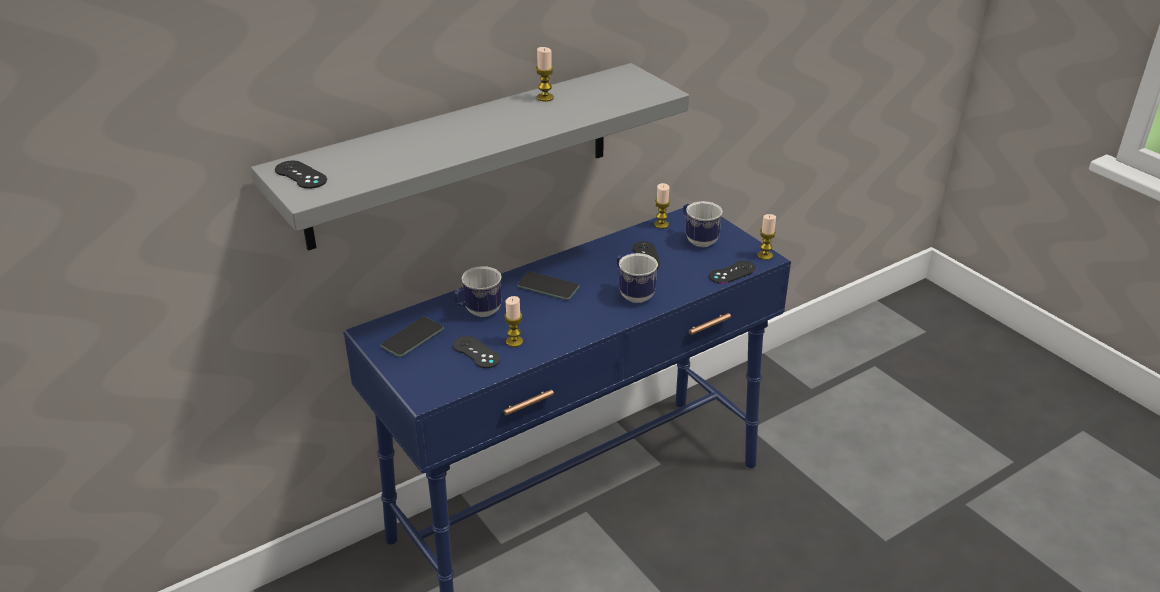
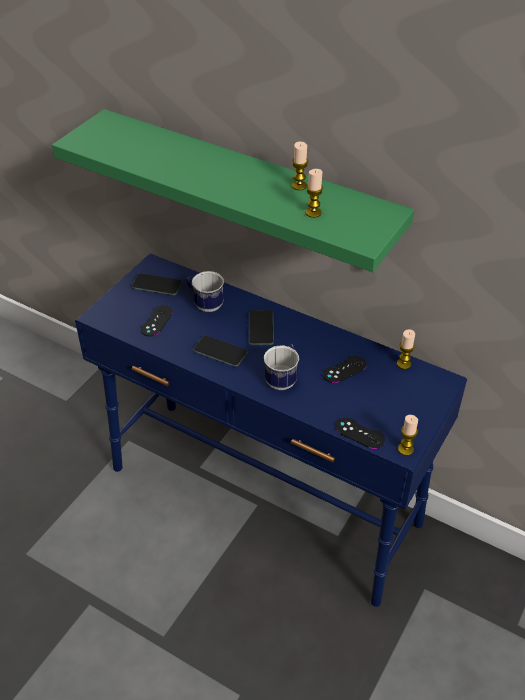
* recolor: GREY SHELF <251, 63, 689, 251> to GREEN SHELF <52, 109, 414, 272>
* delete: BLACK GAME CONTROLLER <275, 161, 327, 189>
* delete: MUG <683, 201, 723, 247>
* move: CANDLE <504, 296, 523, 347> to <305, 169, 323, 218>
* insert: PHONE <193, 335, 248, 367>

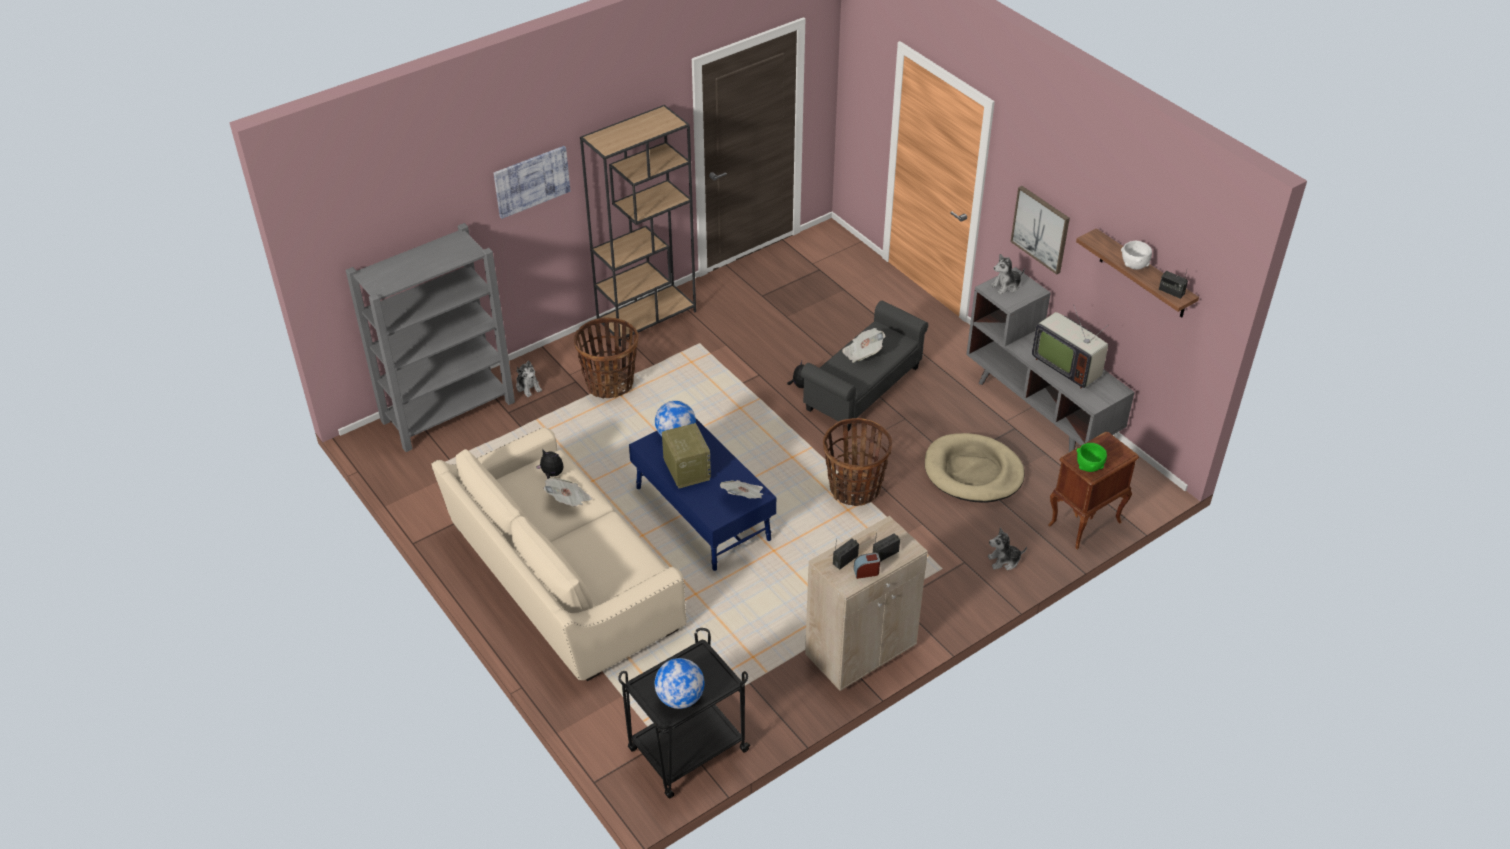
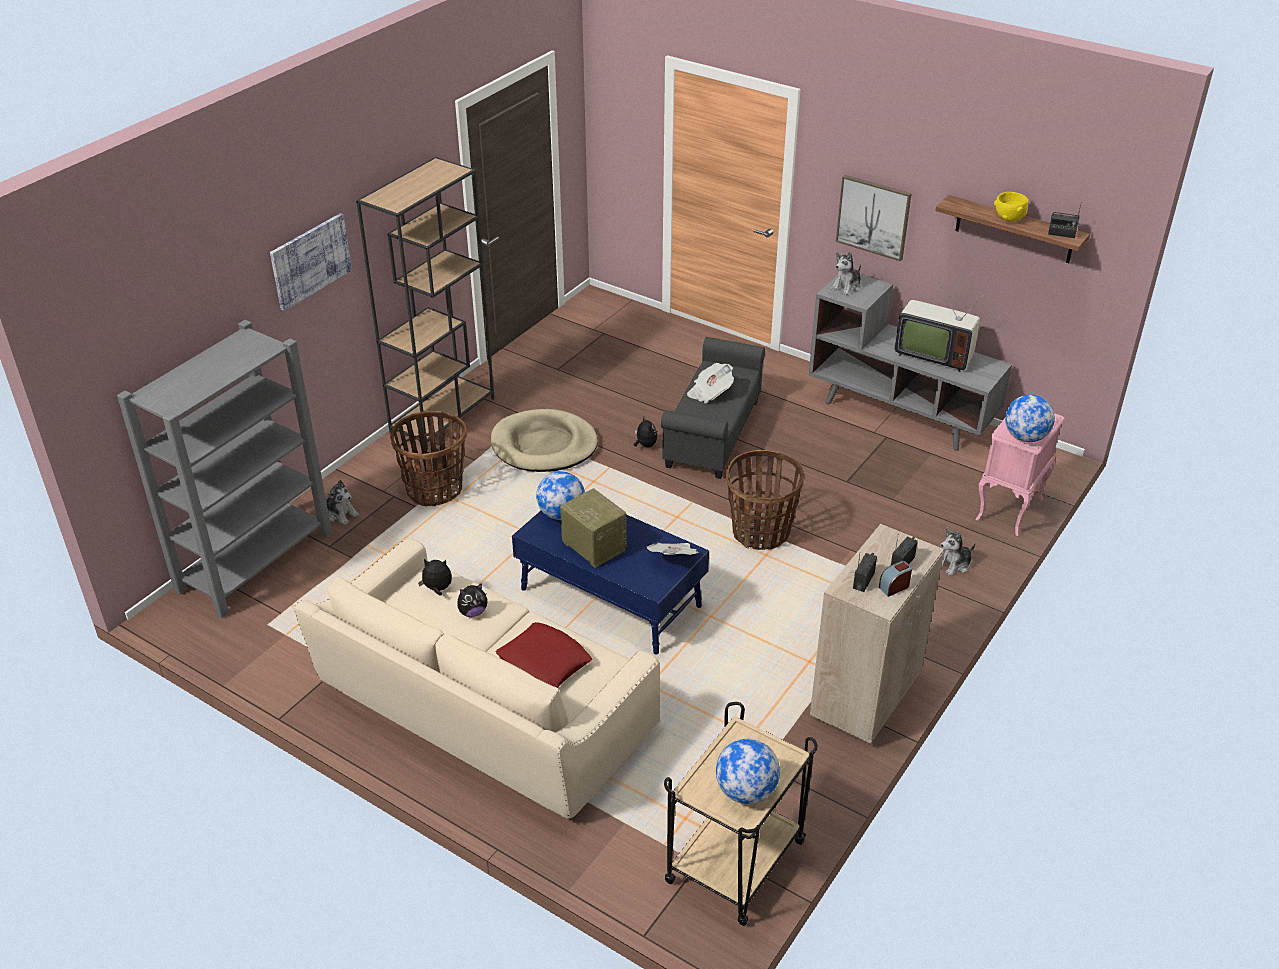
* recolor: WHITE BOWL <1121, 241, 1152, 270> to YELLOW BOWL <994, 192, 1028, 222>
* recolor: BROWN NIGHTSTAND <1048, 432, 1139, 550> to PINK NIGHTSTAND <975, 413, 1065, 536>
* move: BEIGE DOG BED <925, 433, 1024, 503> to <491, 409, 598, 472>
* replace: GREEN BOWL <1077, 443, 1107, 472> to GLOBE <1005, 395, 1055, 442>
* replace: NEWSPAPER <543, 477, 592, 507> to PLUSH TOY <457, 583, 487, 617>
* recolor: BLACK CART <618, 628, 751, 798> to BEIGE CART <664, 702, 818, 926>
* insert: RED PILLOW <496, 622, 592, 688>

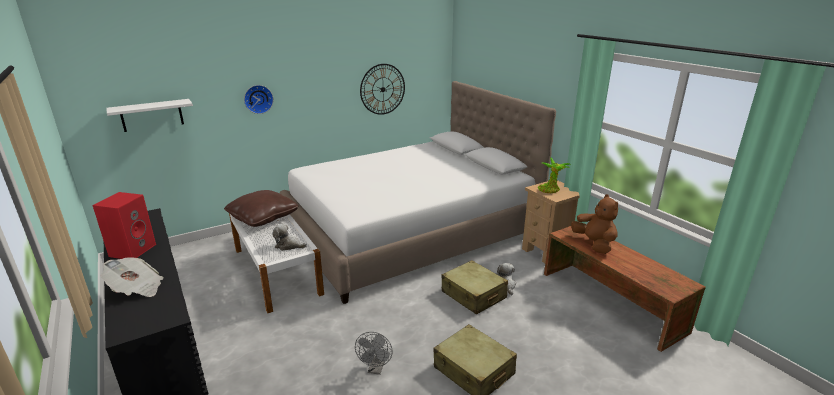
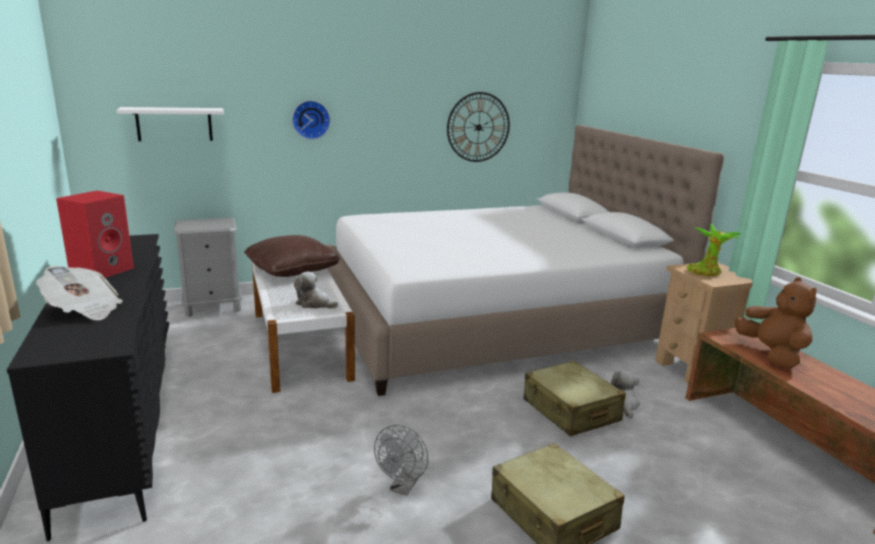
* insert: GREY NIGHTSTAND <174, 217, 242, 317>

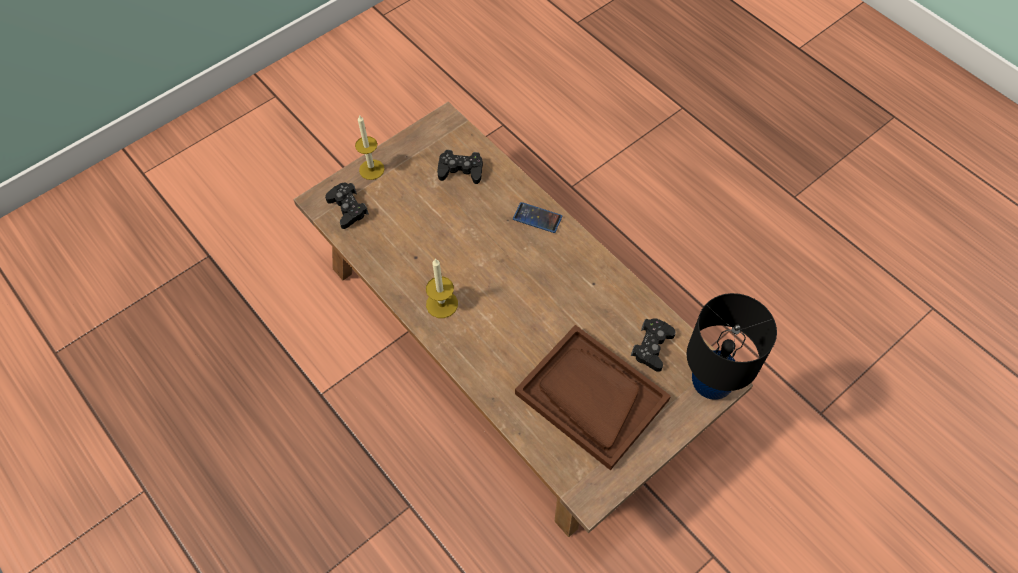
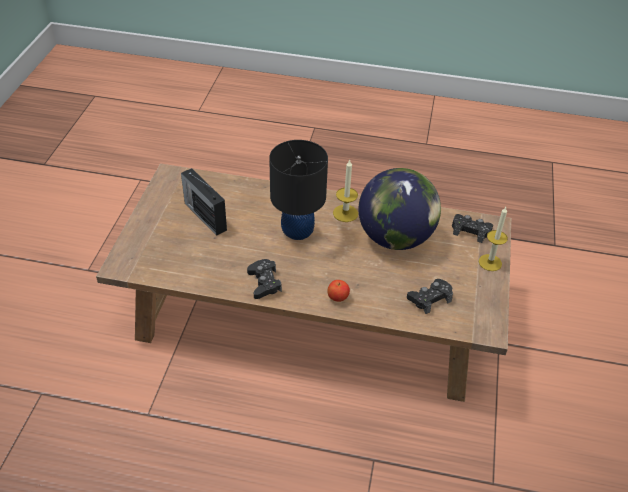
* replace: PHONE <513, 202, 563, 233> to APPLE <328, 280, 350, 302>
* move: BLACK TABLE LAMP <687, 293, 777, 400> to <269, 140, 328, 240>
* move: BLACK GAME CONTROLLER <631, 318, 676, 372> to <247, 259, 282, 299>
* replace: BROWN TRAY <515, 325, 671, 470> to RADIO <181, 168, 227, 236>
* insert: GLOBE <359, 168, 441, 250>

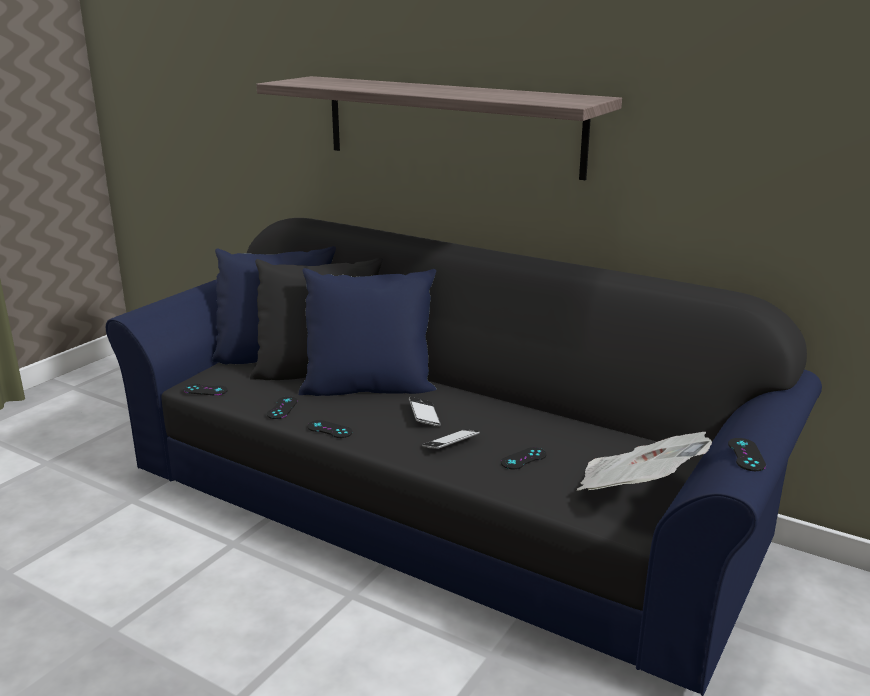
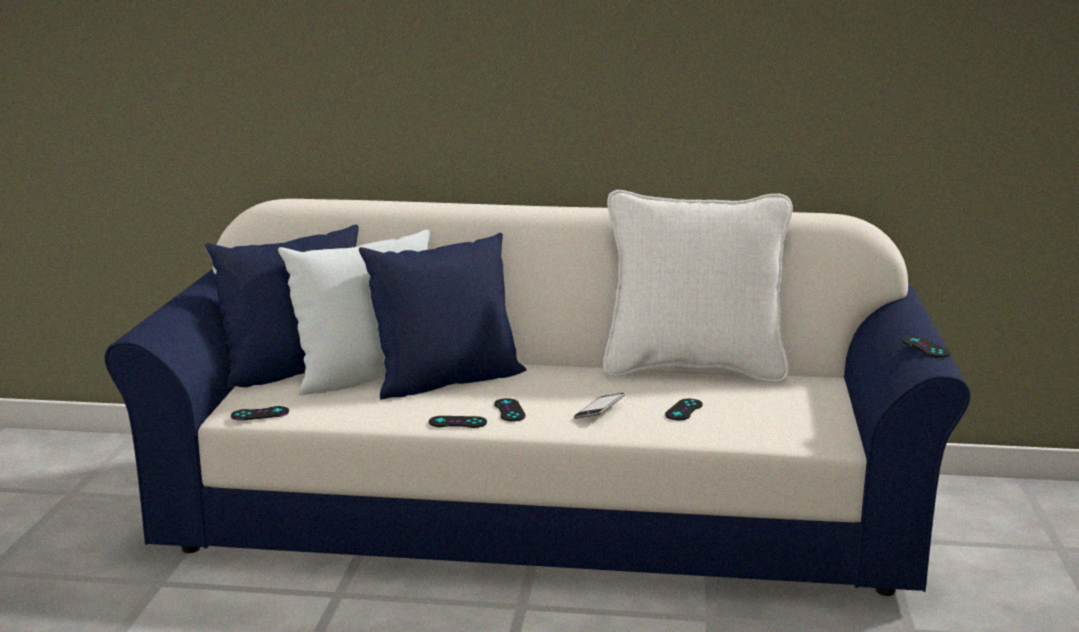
* delete: SHELF <256, 76, 622, 180>
* recolor: BLACK SOFA <106, 218, 822, 696> to WHITE SOFA <104, 199, 971, 596>
* move: BLACK GAME CONTROLLER <267, 396, 298, 419> to <494, 398, 526, 421>
* delete: PHONE <409, 397, 441, 427>
* delete: NEWSPAPER <576, 432, 712, 491>
* insert: WHITE PILLOW <603, 190, 793, 383>

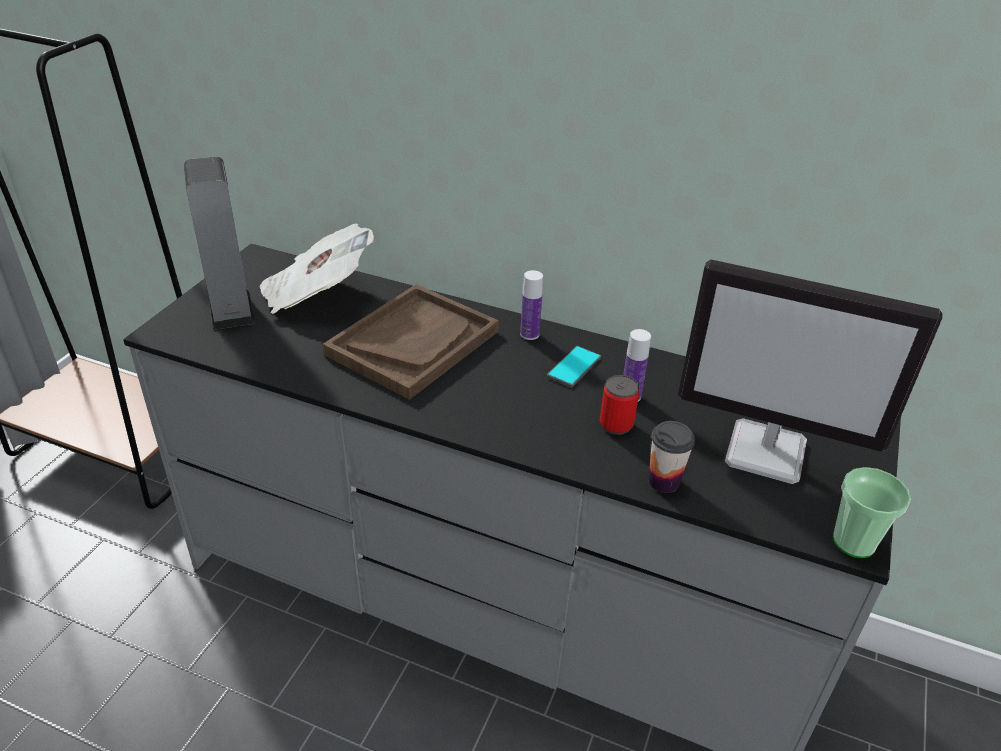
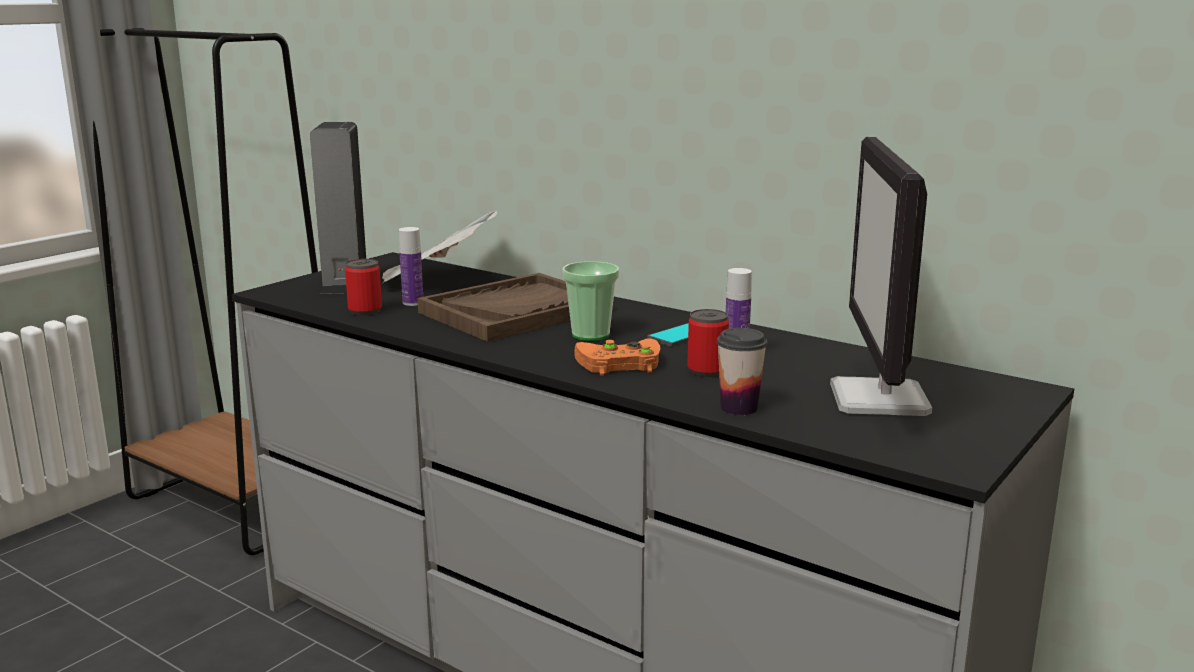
* rotate: MONITOR <678, 260, 942, 484> = <830, 137, 932, 416> 60 degrees clockwise
* move: BOTTLE <520, 270, 543, 340> to <399, 227, 423, 306>
* move: CUP <833, 467, 911, 558> to <562, 261, 619, 341>
* insert: CAN <345, 259, 382, 315>
* insert: ORANGE GAME CONTROLLER <575, 338, 660, 376>

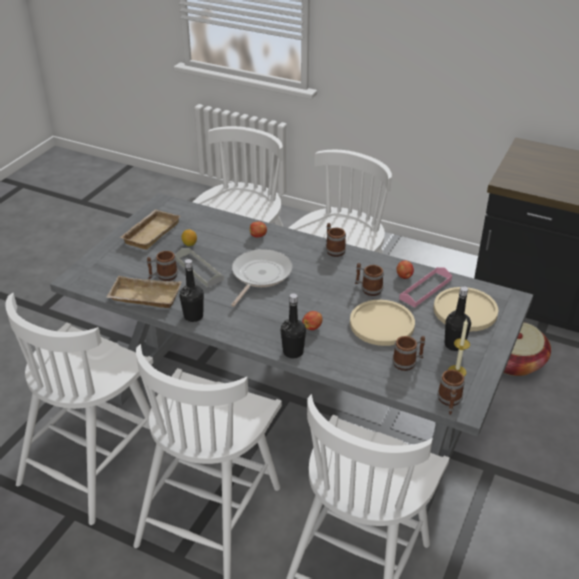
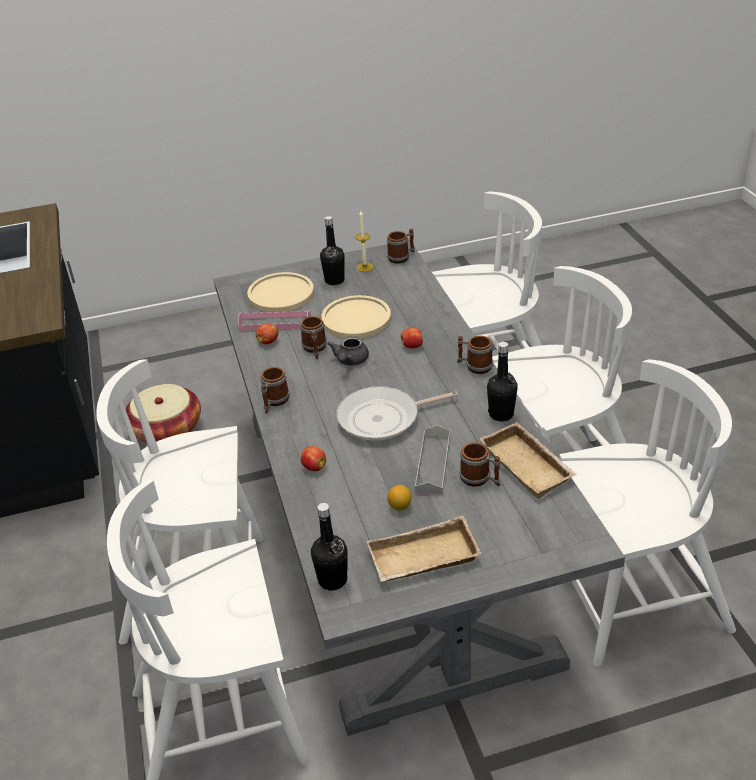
* move: BLACK BOTTLE <281, 293, 306, 359> to <311, 503, 347, 591>
* move: MUG <392, 336, 425, 371> to <457, 336, 493, 374>
* insert: GREY TEAPOT <327, 336, 369, 365>

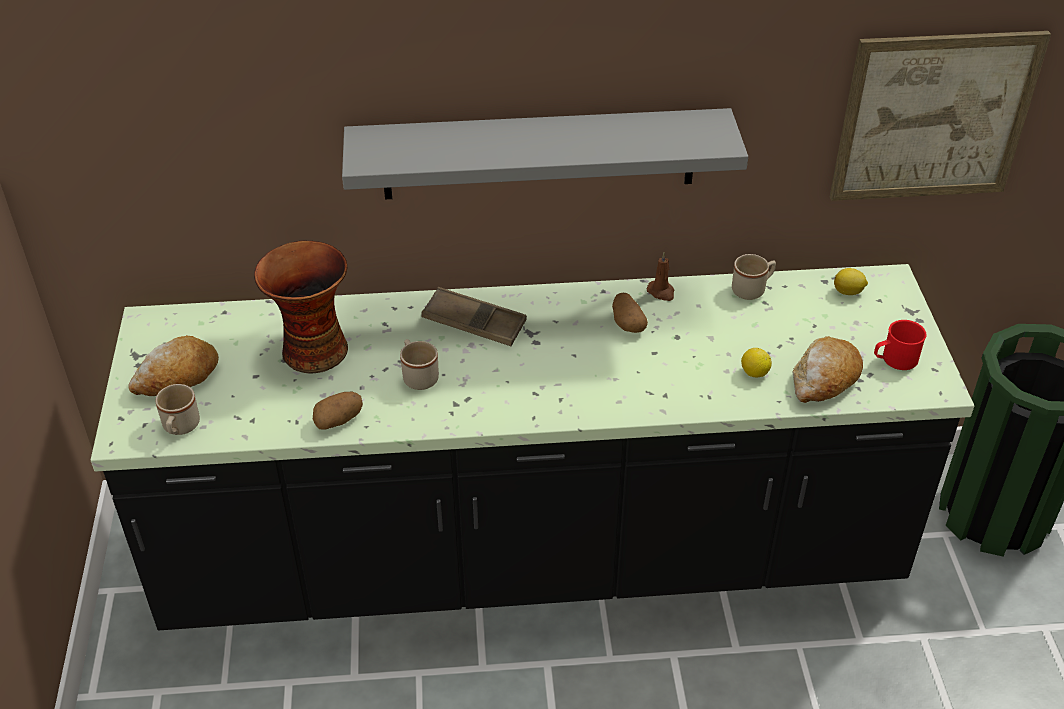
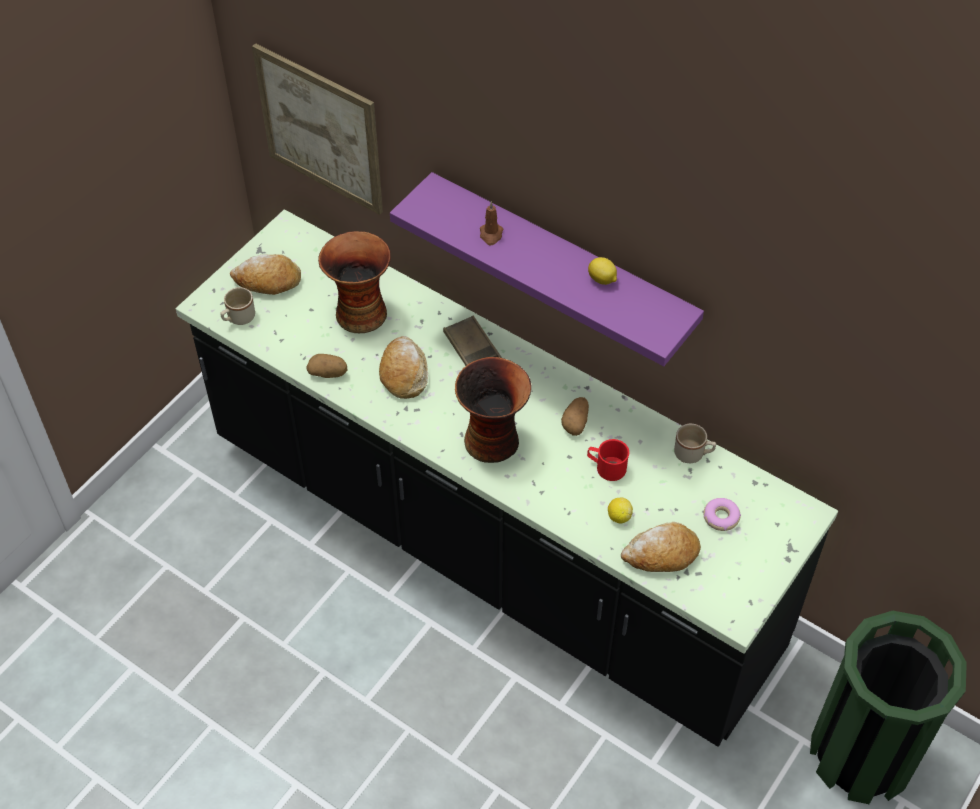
* move: PICTURE <830, 31, 1051, 201> to <252, 43, 383, 215>
* recolor: GREY SHELF <342, 108, 748, 199> to PURPLE SHELF <390, 172, 704, 366>
* move: BROWN CANDLE <646, 252, 674, 301> to <480, 201, 503, 245>
* move: LEMON <834, 268, 868, 295> to <588, 257, 617, 285>
* move: RED MUG <874, 320, 927, 370> to <587, 439, 629, 481>
* replace: BEIGE MUG <400, 339, 439, 390> to BREAD <379, 336, 428, 399>
* insert: VASE <455, 357, 532, 463>
* insert: DONUT <703, 498, 741, 531>

